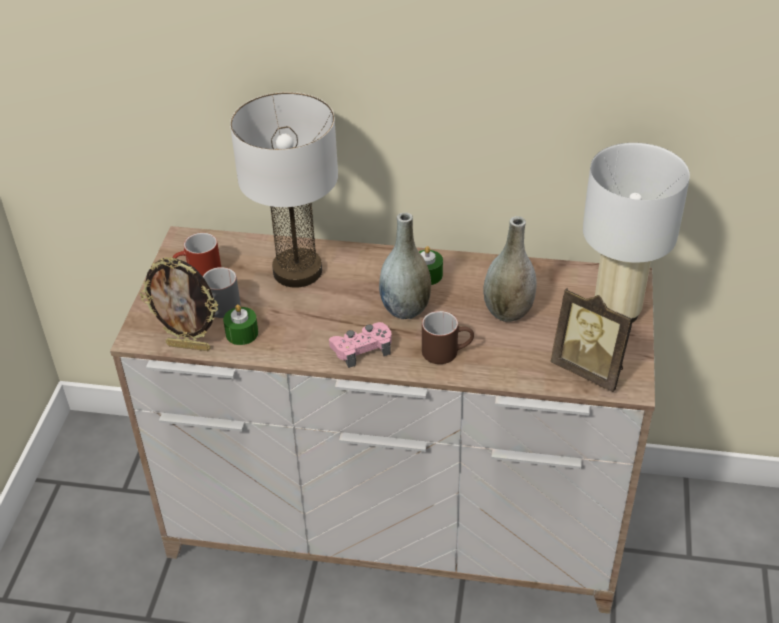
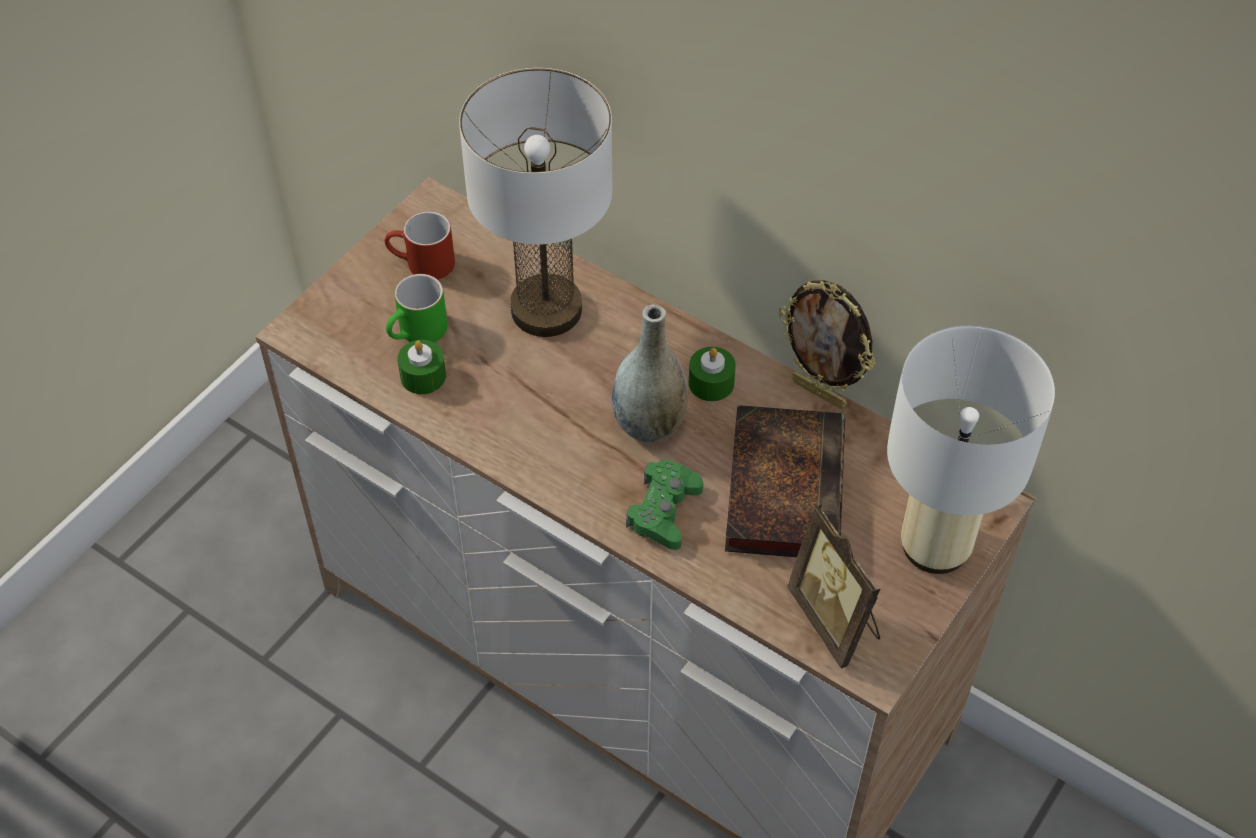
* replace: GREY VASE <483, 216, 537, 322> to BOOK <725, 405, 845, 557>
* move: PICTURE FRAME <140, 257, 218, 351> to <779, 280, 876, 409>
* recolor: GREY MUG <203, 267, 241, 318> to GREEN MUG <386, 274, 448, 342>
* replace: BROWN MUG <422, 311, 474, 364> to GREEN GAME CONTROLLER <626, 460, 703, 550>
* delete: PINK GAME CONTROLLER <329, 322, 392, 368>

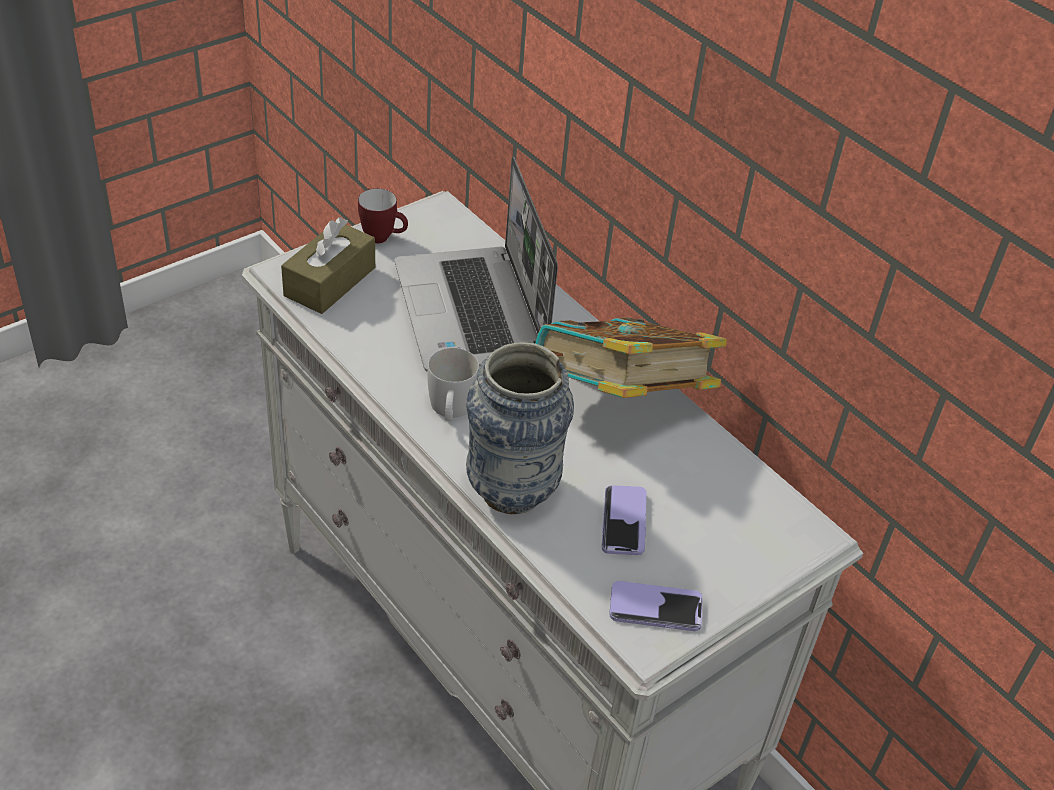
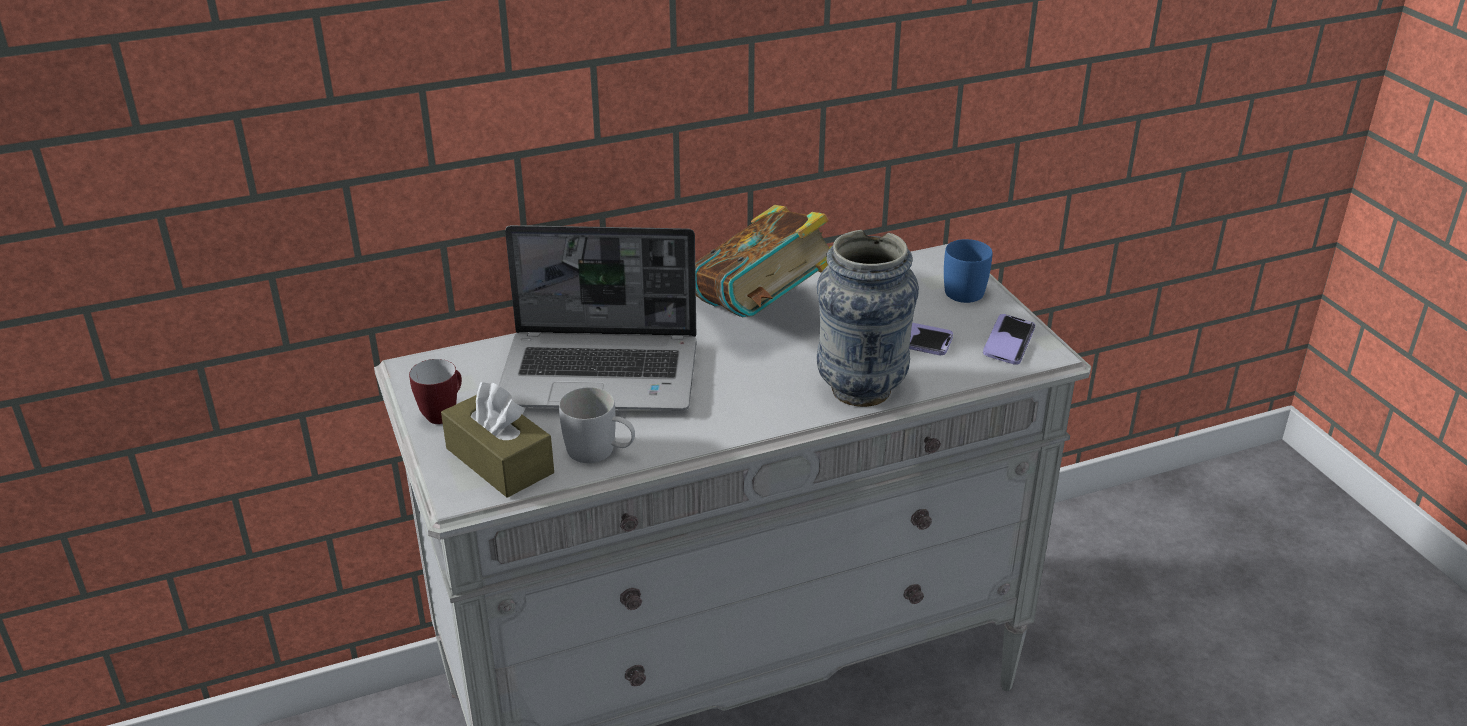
* move: WHITE MUG <427, 348, 479, 421> to <559, 387, 635, 463>
* insert: BLUE MUG <944, 239, 992, 303>

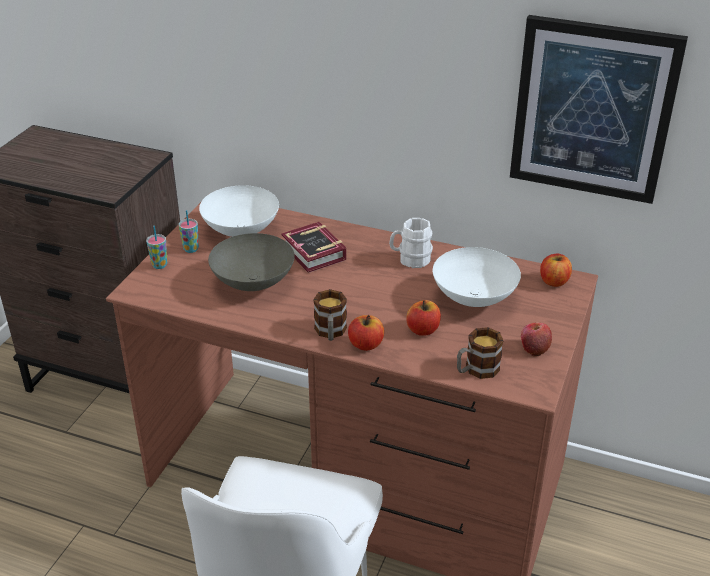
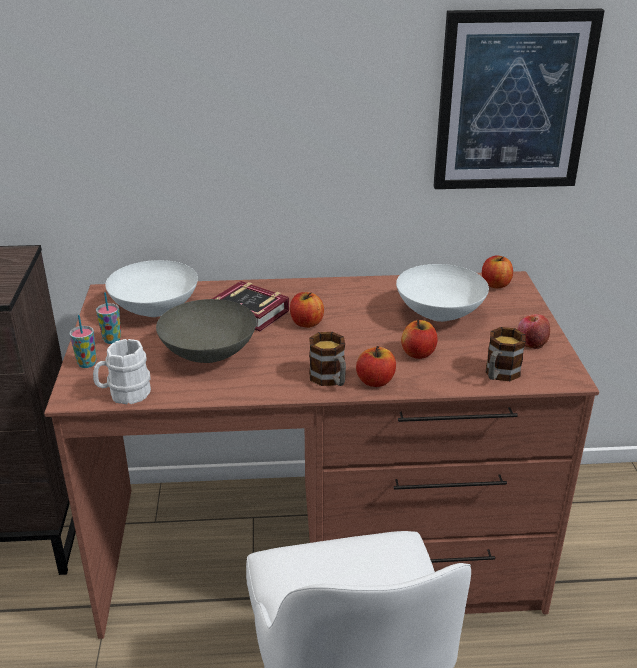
* move: WHITE MUG <389, 218, 433, 268> to <93, 339, 151, 404>
* insert: APPLE <290, 292, 324, 328>

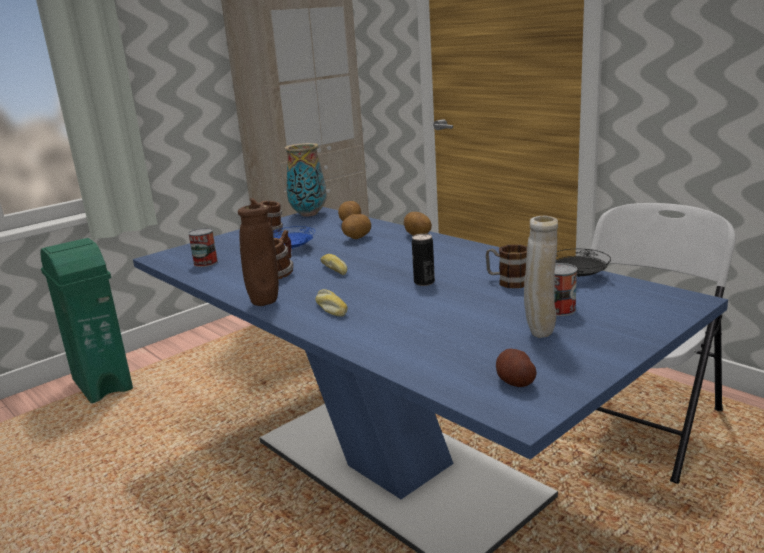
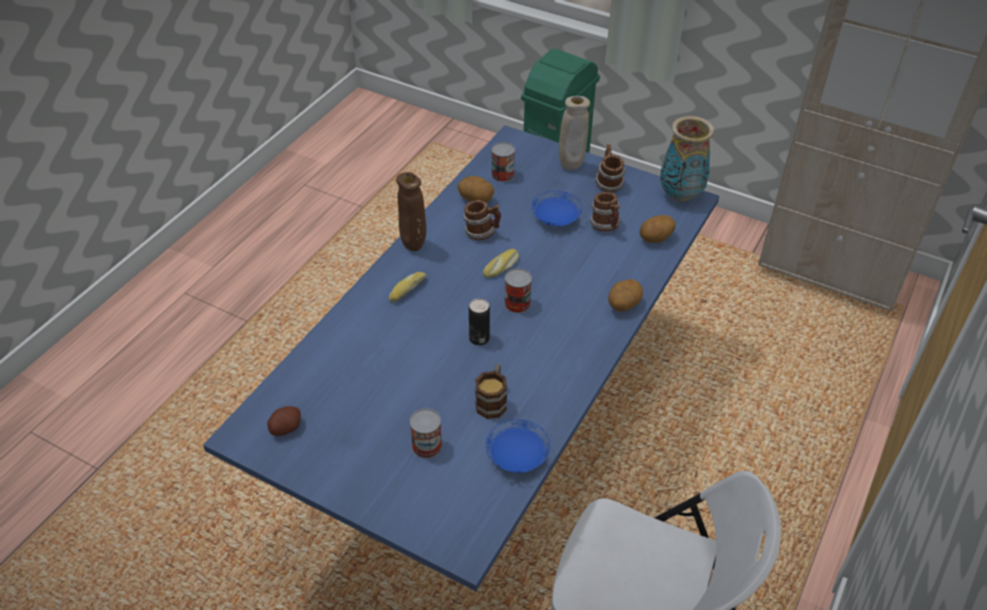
* move: POTATO <341, 214, 371, 239> to <457, 176, 494, 203>
* move: BEIGE VASE <524, 216, 558, 338> to <559, 96, 590, 170>
* recolor: BLACK PLATE <556, 249, 611, 277> to BLUE PLATE <486, 419, 550, 473>
* insert: MUG <590, 192, 621, 232>
* insert: CAN <504, 268, 532, 313>

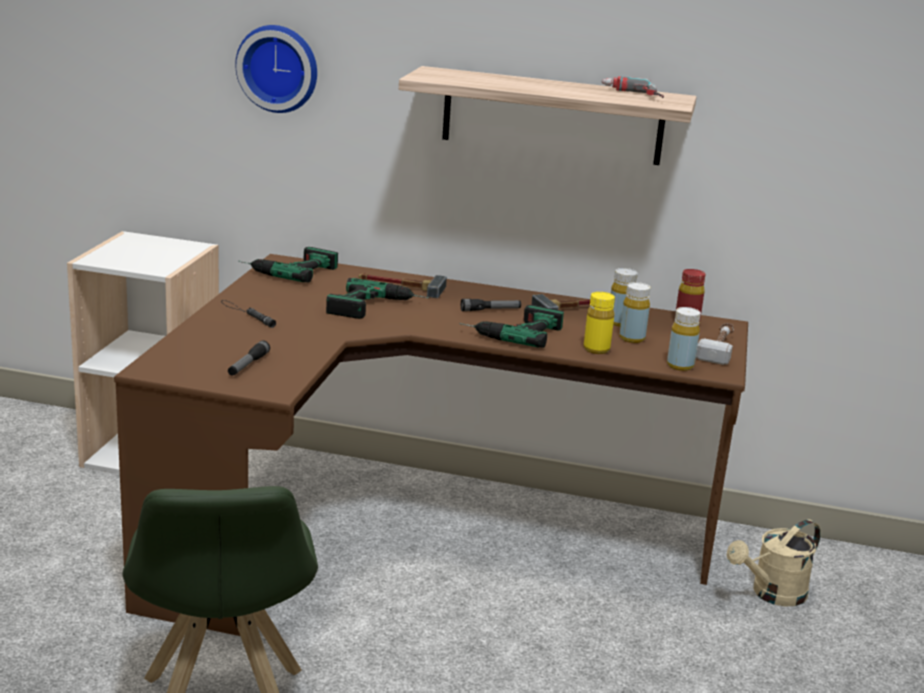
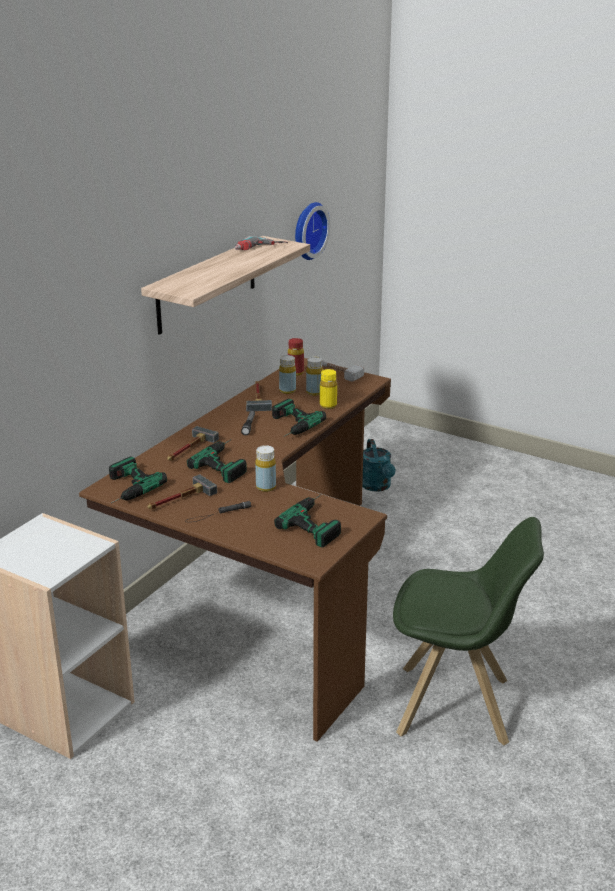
* move: WALL CLOCK <235, 25, 317, 113> to <295, 202, 330, 260>
* move: YELLOW BOTTLE <667, 307, 701, 371> to <255, 445, 276, 492>
* replace: FLASHLIGHT <228, 341, 270, 376> to POWER DRILL <274, 495, 341, 547>
* recolor: BEIGE WATERING CAN <727, 519, 821, 607> to TURQUOISE WATERING CAN <362, 439, 396, 492>
* insert: HAMMER <147, 474, 217, 509>

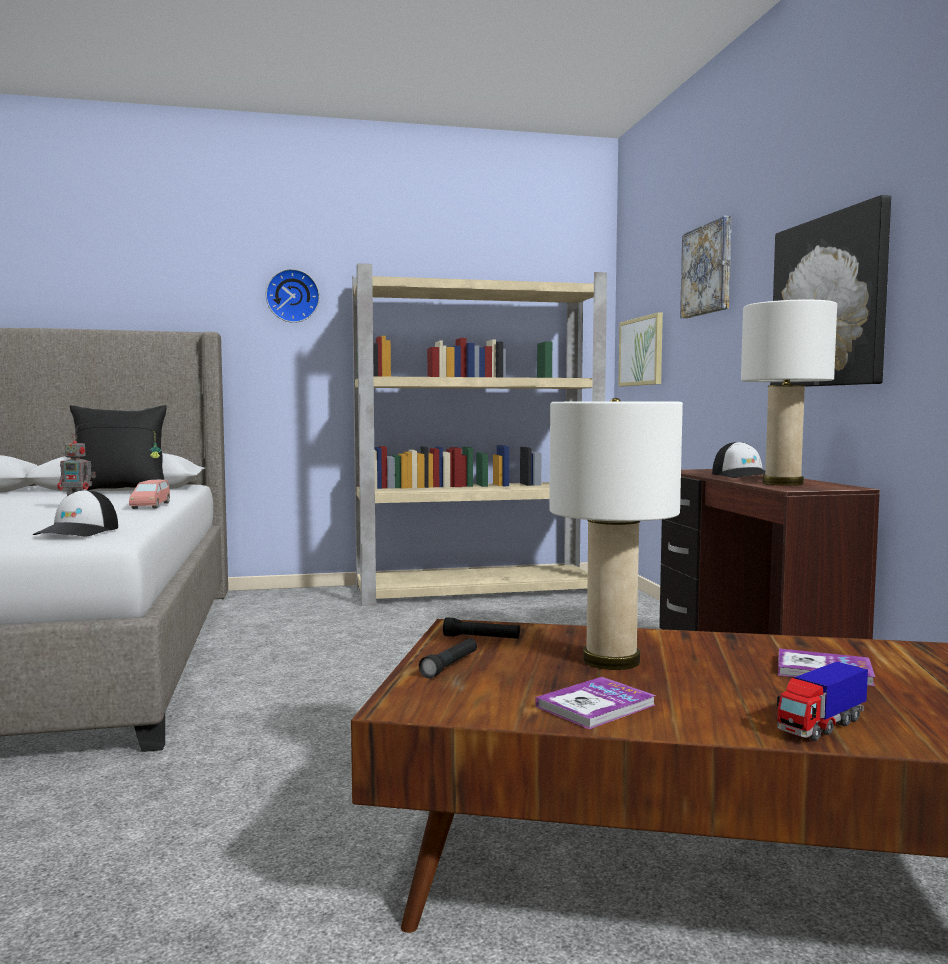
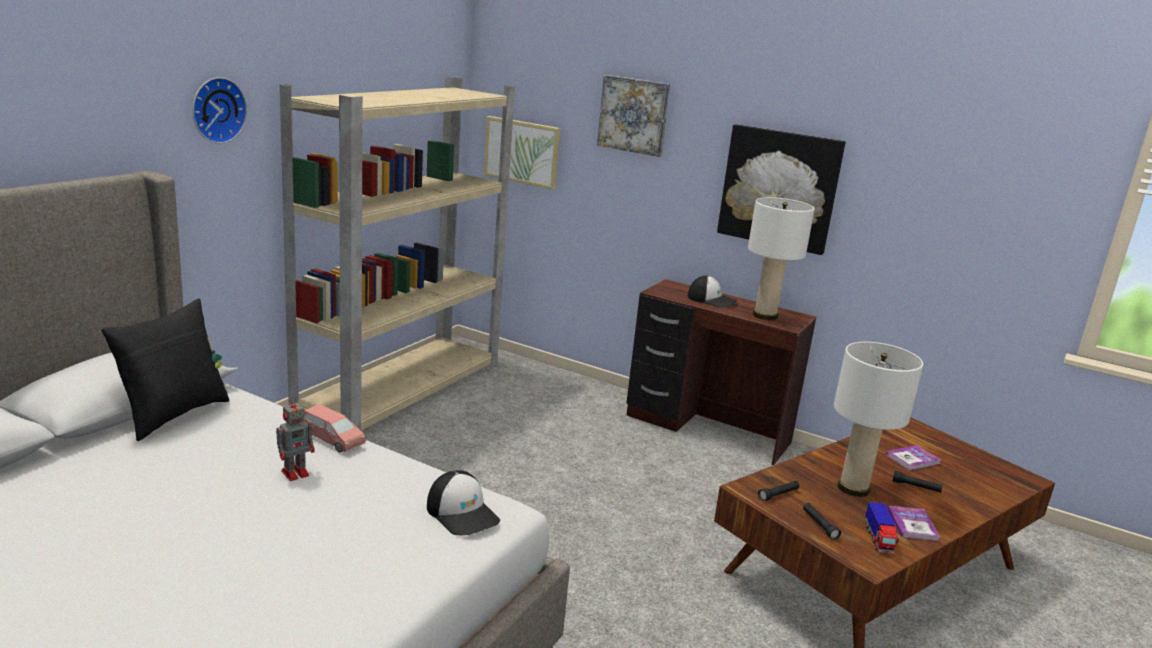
* move: TOY TRUCK <777, 661, 868, 741> to <865, 502, 899, 553>
* insert: BLACK FLASHLIGHT <893, 471, 943, 493>

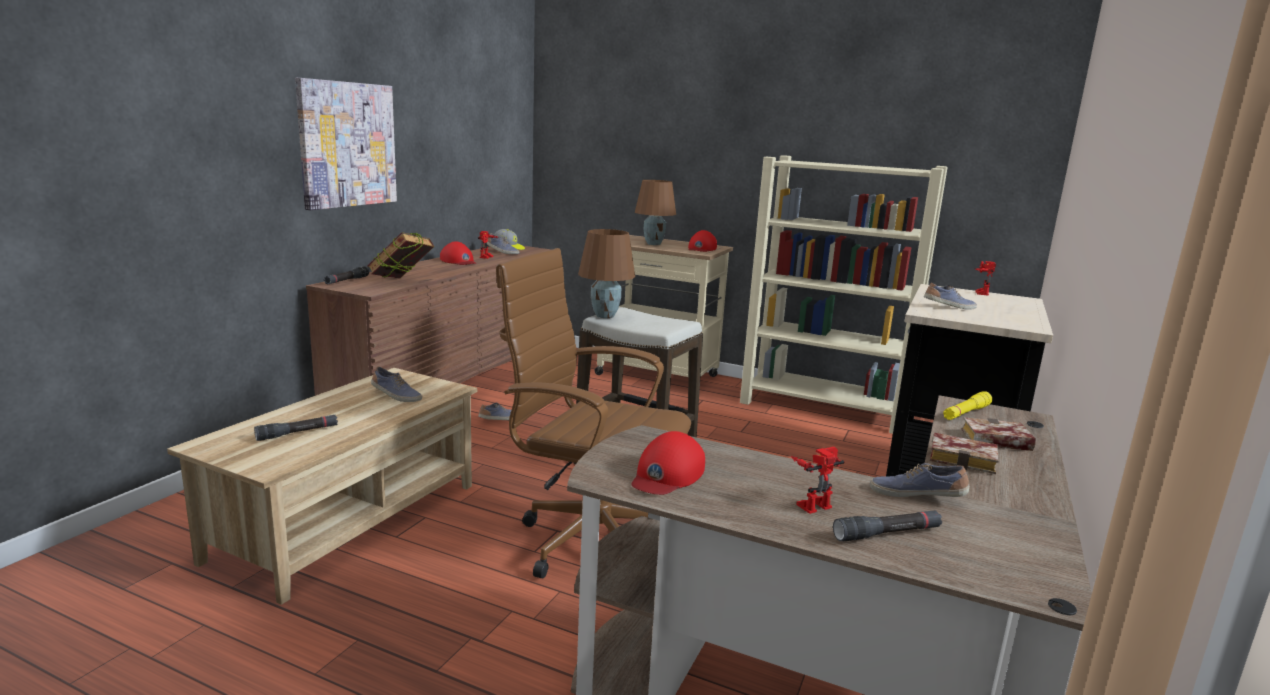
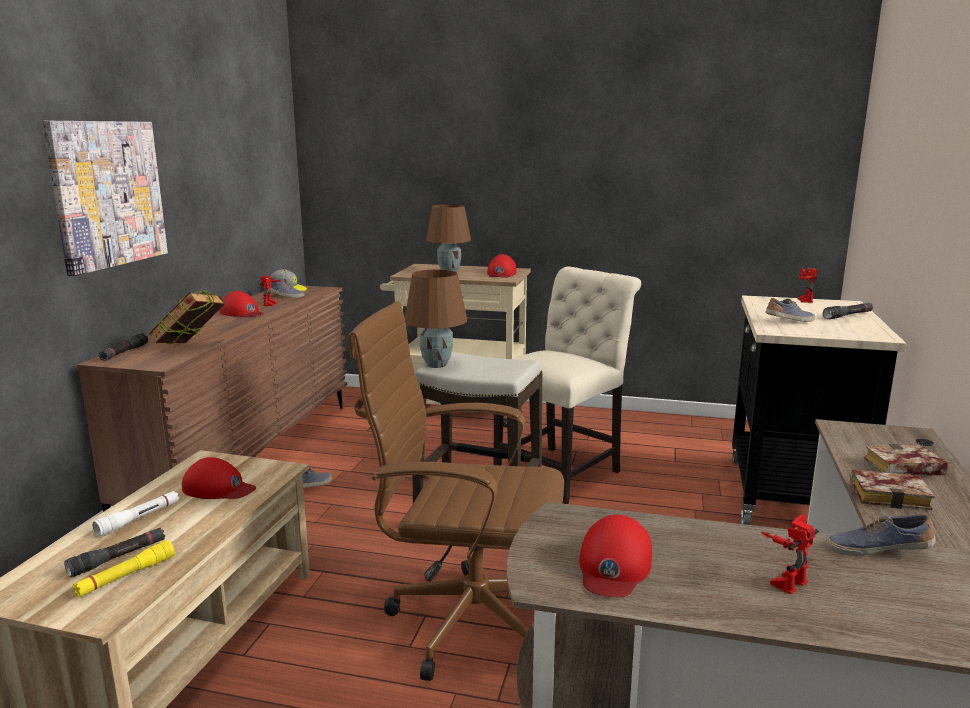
* delete: BEIGE BOOKCASE <740, 155, 948, 434>
* replace: SHOE <371, 367, 422, 402> to RED CAP <182, 457, 256, 499>
* move: YELLOW FLASHLIGHT <943, 391, 992, 420> to <73, 540, 175, 597>
* move: BLACK FLASHLIGHT <833, 510, 942, 541> to <823, 303, 873, 319>
* insert: BEIGE CHAIR <494, 267, 641, 504>
* insert: WHITE FLASHLIGHT <92, 491, 179, 536>

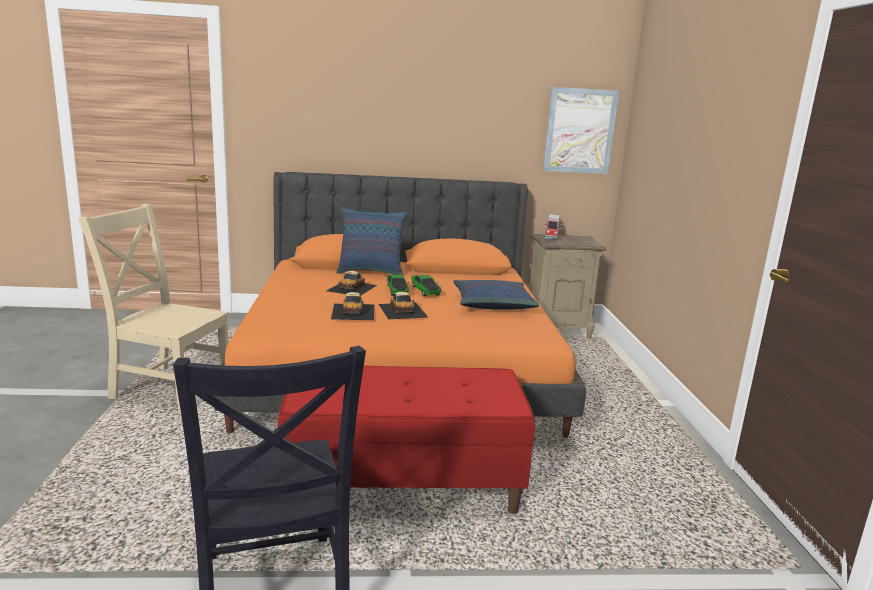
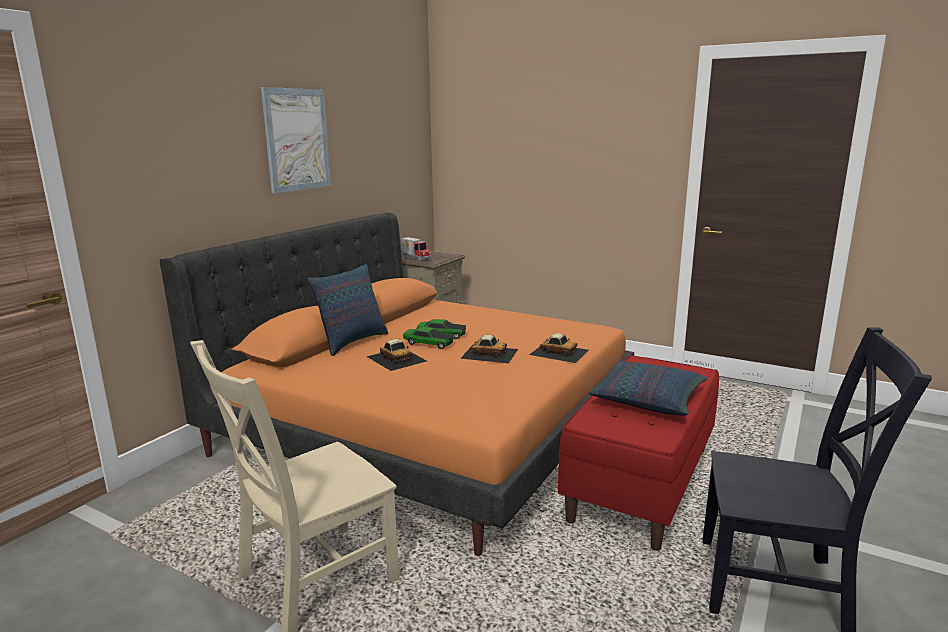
* move: PICTURE <543, 87, 619, 174> to <261, 87, 331, 193>
* move: BLUE PILLOW <453, 280, 539, 310> to <589, 361, 707, 416>
* move: TOY CAR <331, 292, 374, 320> to <529, 333, 589, 363>

